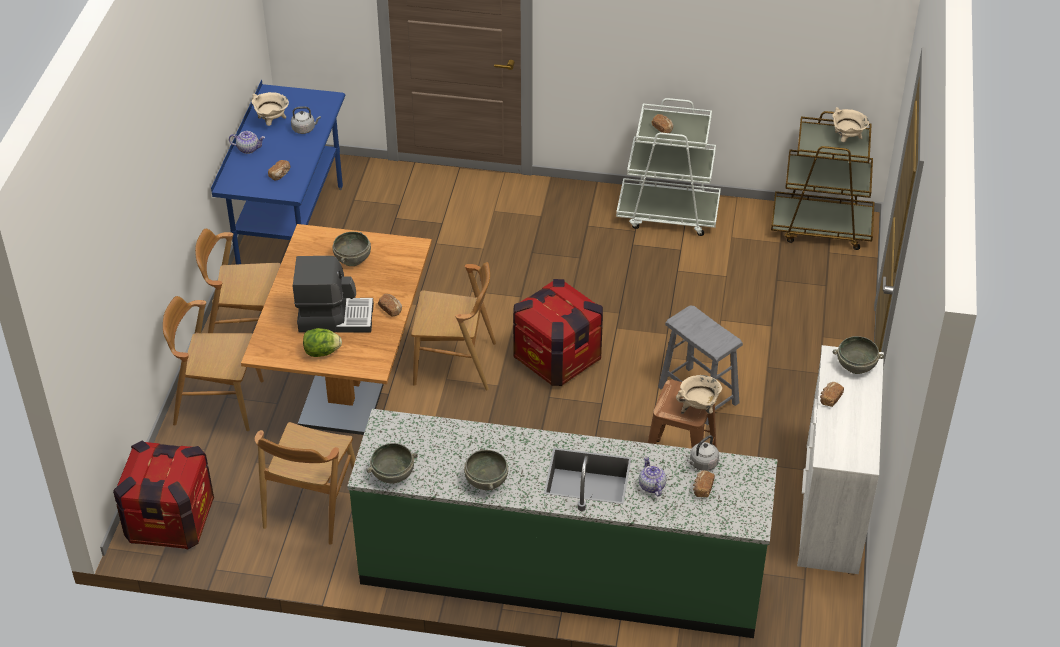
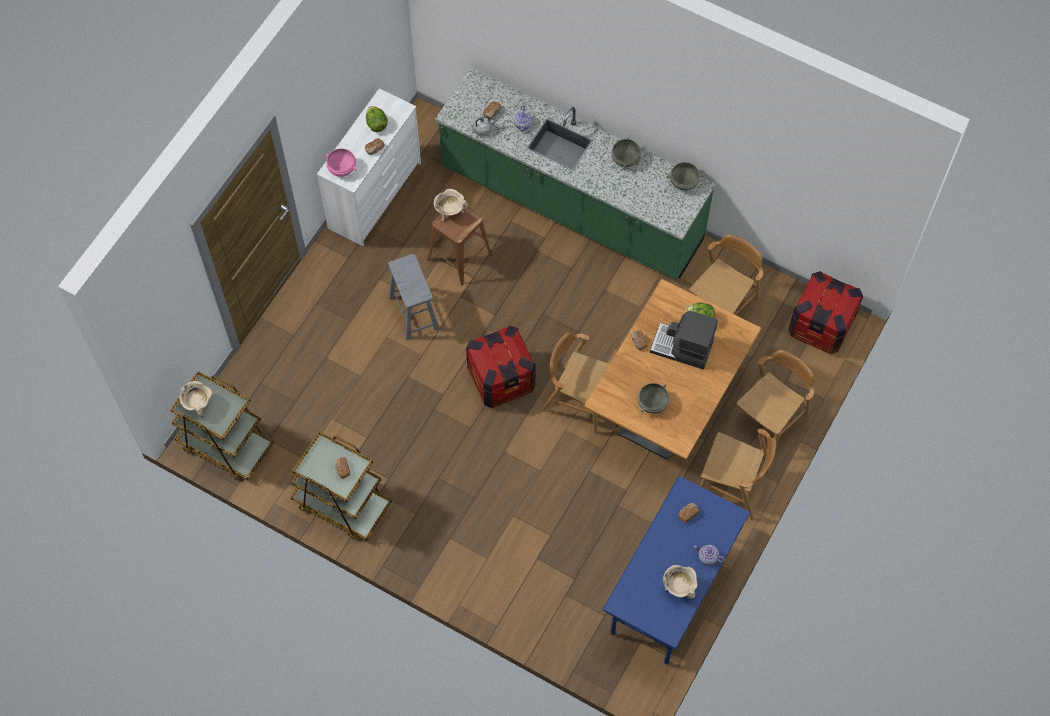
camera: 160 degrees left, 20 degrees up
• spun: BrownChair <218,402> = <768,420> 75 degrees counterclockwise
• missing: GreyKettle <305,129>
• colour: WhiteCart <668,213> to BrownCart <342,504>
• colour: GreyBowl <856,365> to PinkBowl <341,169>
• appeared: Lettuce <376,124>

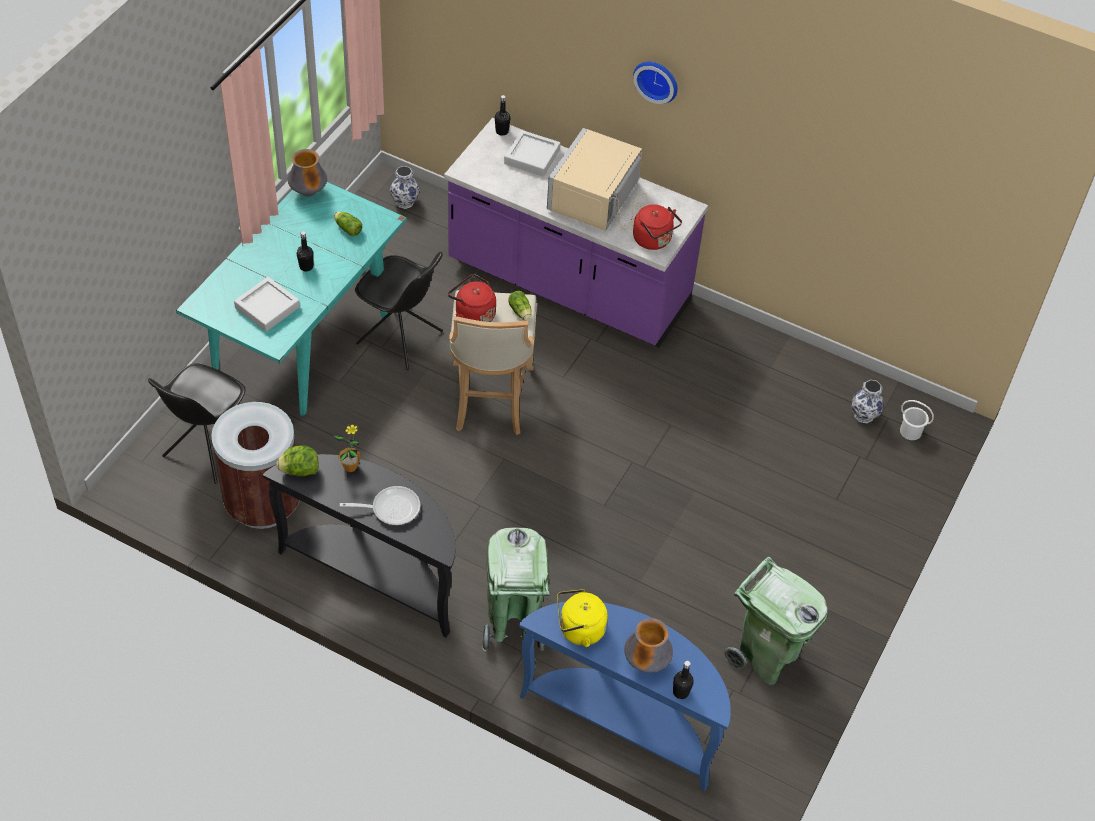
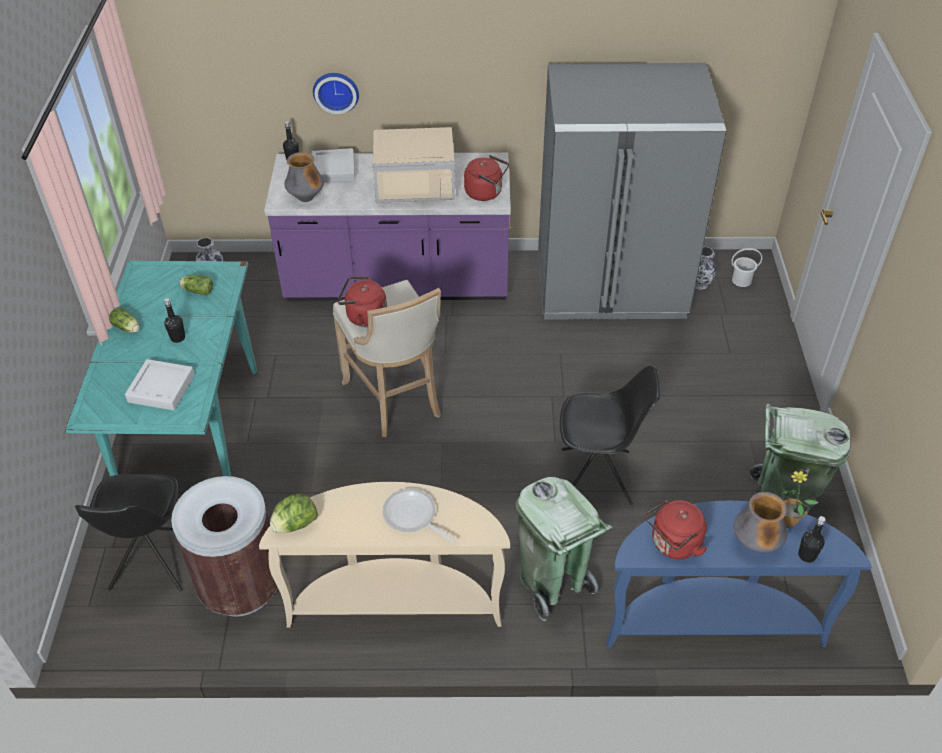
camera: 25 degrees left, 5 degrees down
• colour: BlackConsoleTable <375,575> to BeigeConsoleTable <395,601>
• relocated: Vase <308,192> to <306,198>
• relocated: PottedPlant <350,466> to <789,520>
• spun: FryingPan <391,508> = <413,517> 105 degrees counterclockwise
• relocated: BlackChair <401,338> to <598,477>
• relocated: Lettuce <521,312> to <127,328>
• spun: BeigeMicrowave <599,199> = <415,180> 90 degrees counterclockwise
• colour: YellowKettle <579,630> to RedKettle <673,544>
• relocated: WallClock <657,80> to <336,91>
• appeared: GreyFridge <611,286>

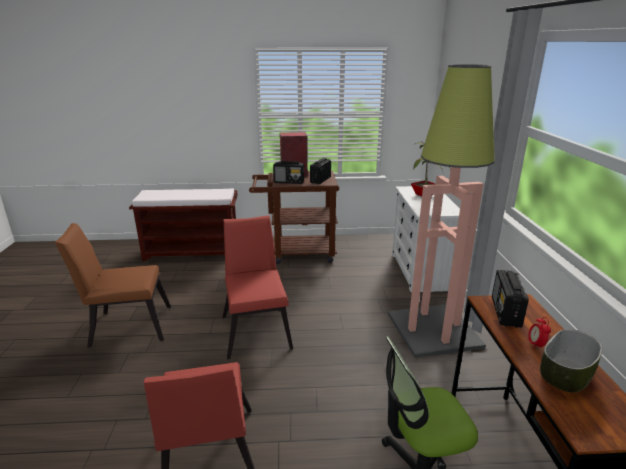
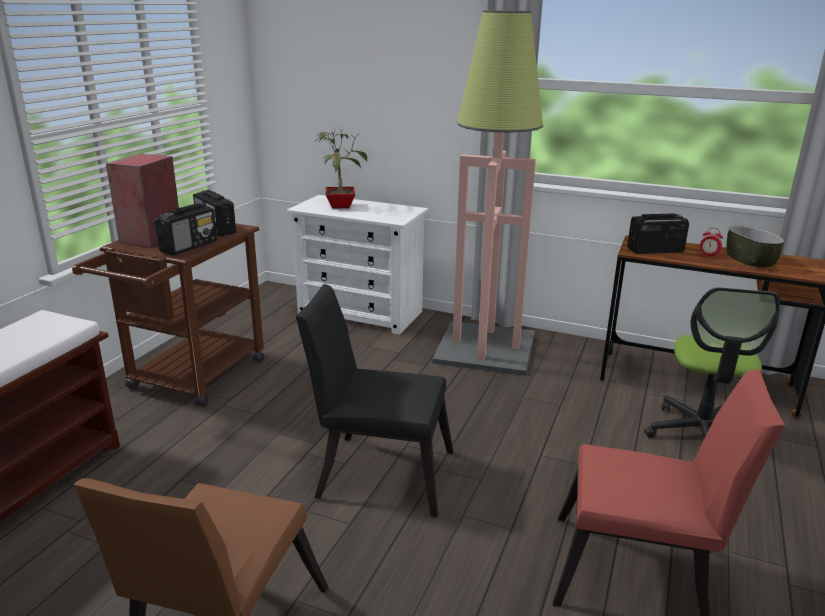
camera: 65 degrees left, 0 degrees up
• colour: RedChair <256,328> to BlackChair <378,471>
• spun: Radio <505,312> = <654,250> 135 degrees clockwise

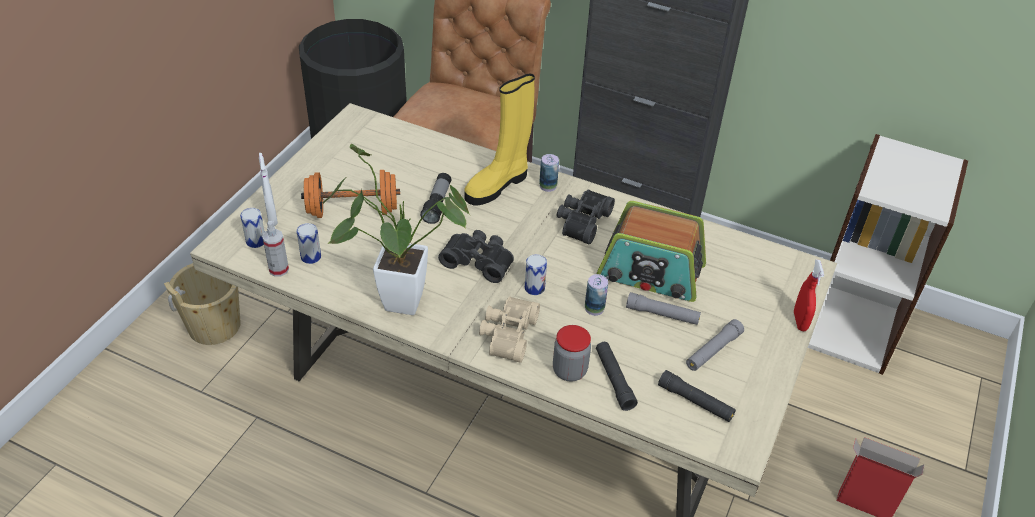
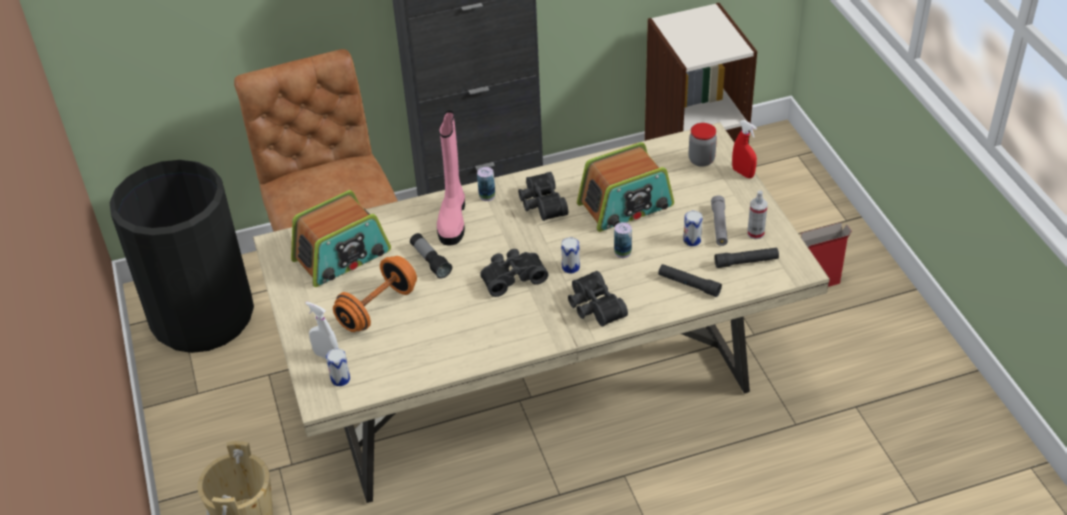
camera: 40 degrees left, 0 degrees up
• relocated: SprayBottle <278,269> to <755,233>
• relocated: Can <311,257> to <692,240>
• missing: PottedPlant <394,300>
• colour: YellowBoot <498,185> to PinkBoot <453,219>
• colour: BeigeBinoculars <507,334> to BlackBinoculars <593,307>
• relocated: Jar <569,371> to <701,160>
• missing: GreyFlashlight <662,314>
• appeared: Radio <342,256>

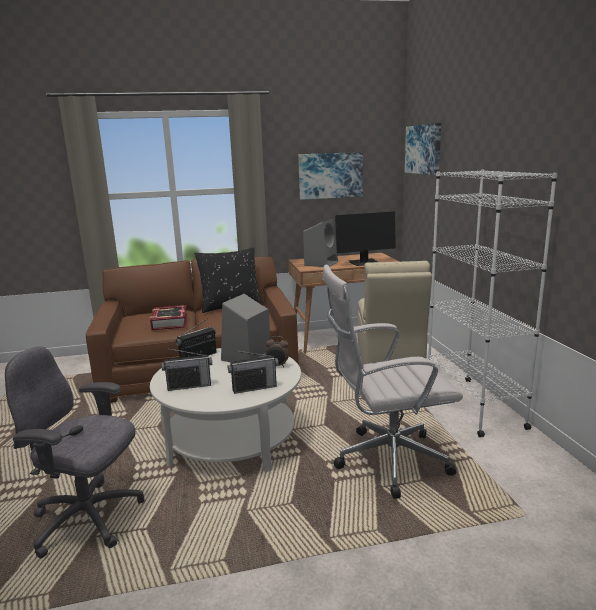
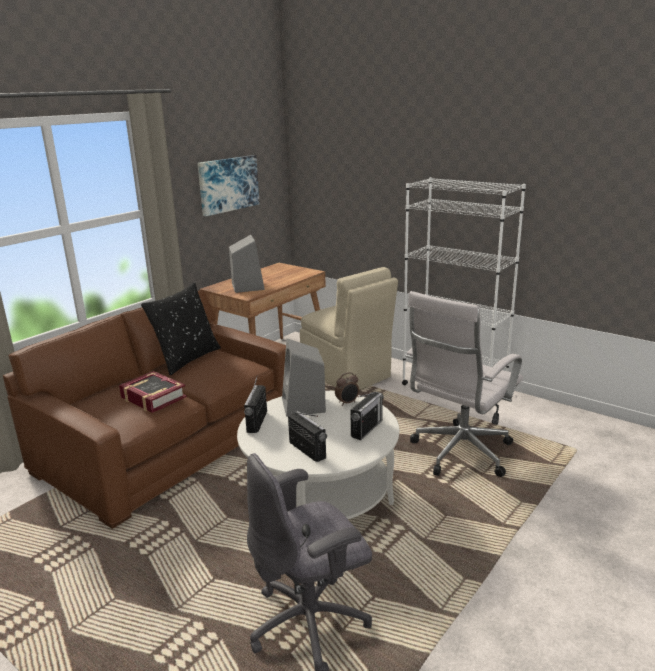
camera: 40 degrees left, 5 degrees up
• spun: Radio <189,386> = <307,450> 75 degrees counterclockwise
• missing: Monitor <364,263>
• missing: Picture <424,149>

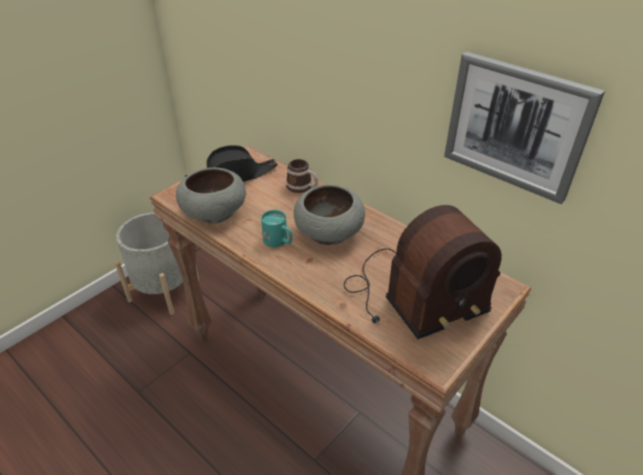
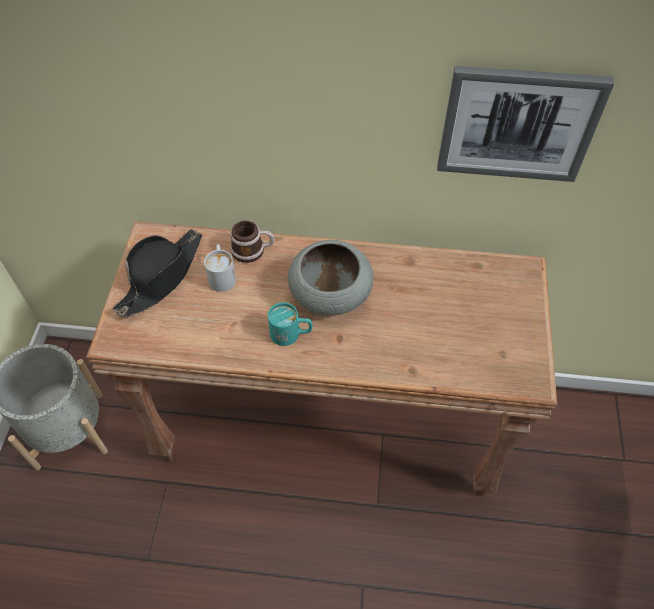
camera: 35 degrees left, 15 degrees up
• missing: GreyBowl <214,212>
• missing: Radio <412,296>
• appeared: WhiteMug <222,275>

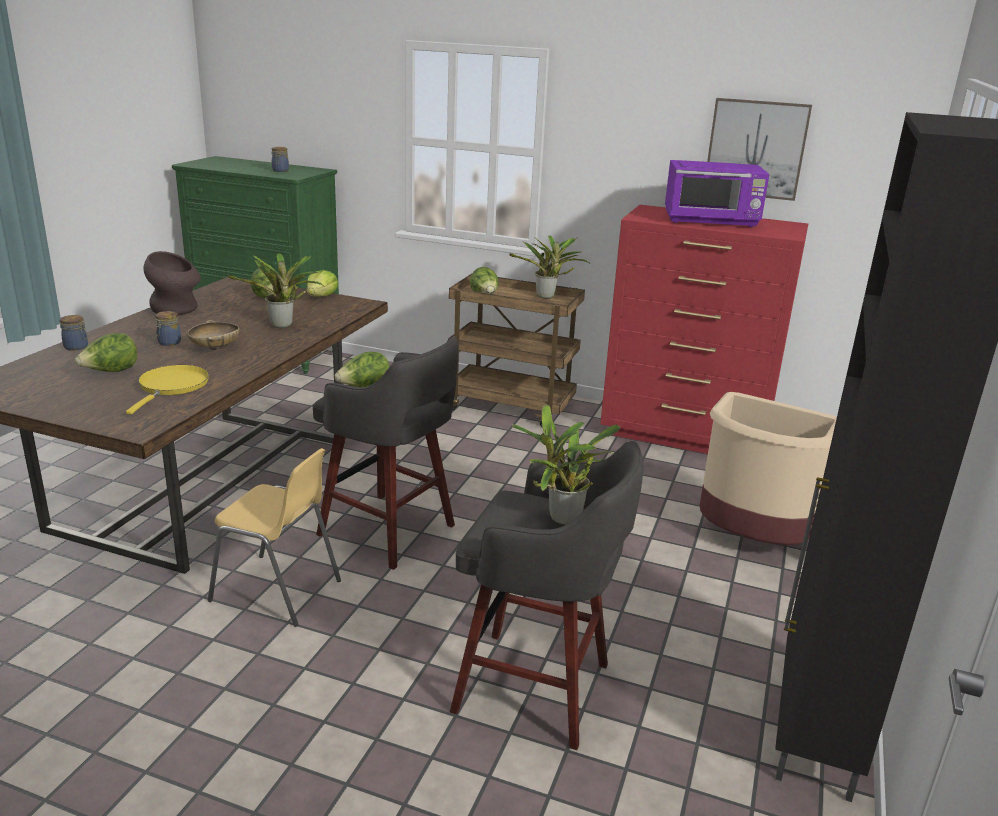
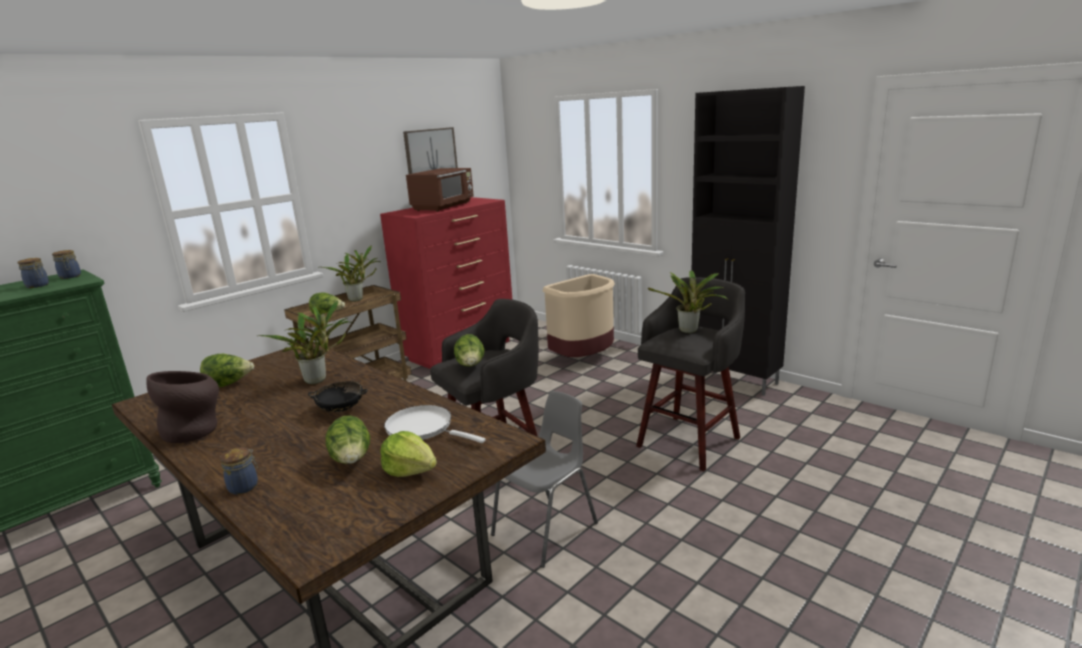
camera: 65 degrees left, 5 degrees down
• colour: YellowFryingPan <172,387> to WhiteFryingPan <423,428>
• relocated: Jar <168,343> to <70,277>
• colour: BeigeBowl <215,348> to BlackBowl <341,409>
• colour: YellowChair <277,591> to GreyChair <546,529>
• relocated: Lettuce <321,296> to <410,470>
• colour: PurpleMicrowave <711,221> to BrownMicrowave <444,206>

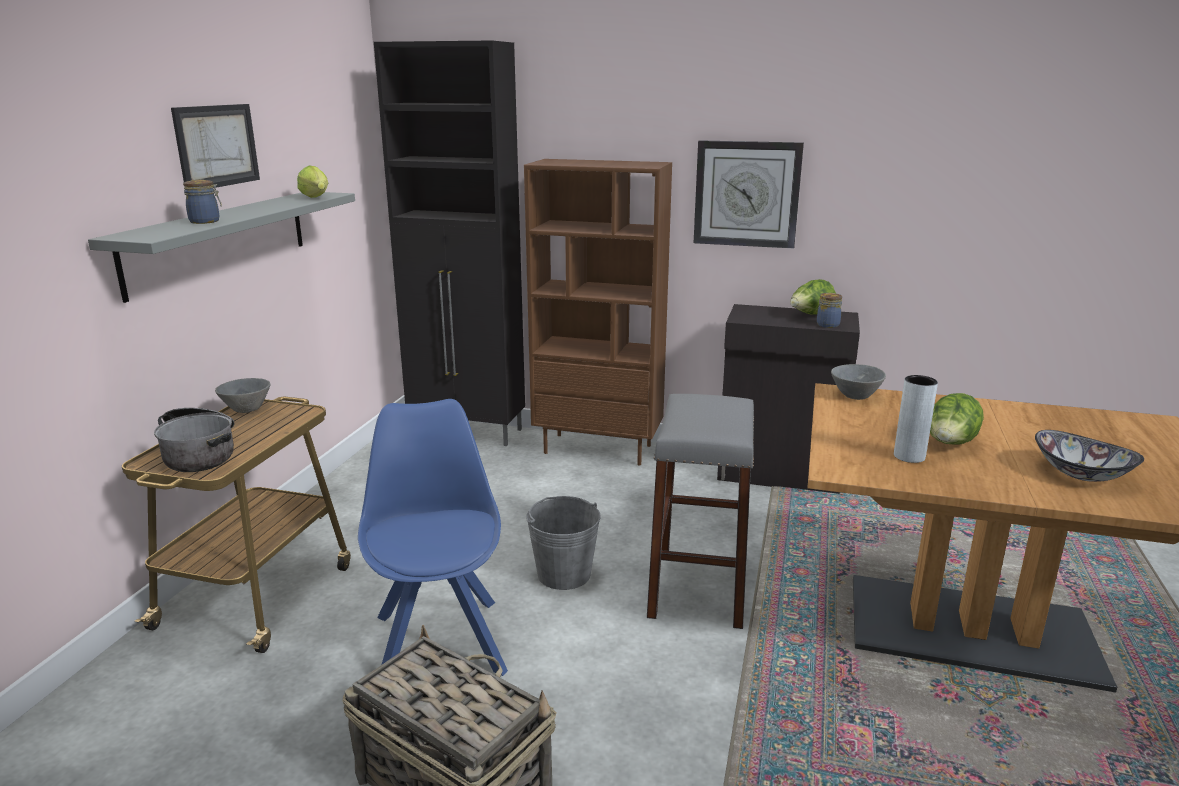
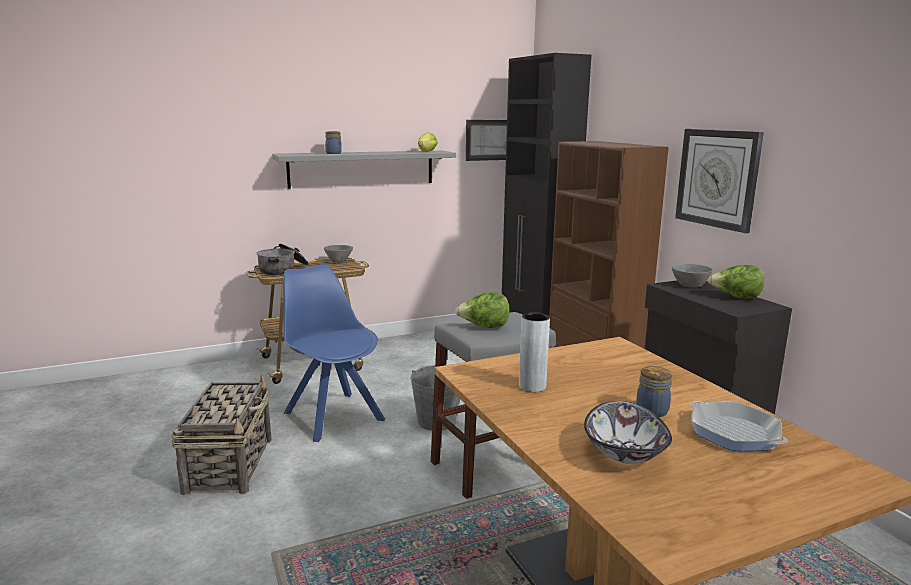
camera: 50 degrees right, 5 degrees down
• relocated: Picture <217,146> to <490,140>
• spun: BlueChair <439,640> = <332,415> 75 degrees counterclockwise
• relocated: Jar <827,324> to <652,410>
• relocated: GreyBowl <854,395> to <689,285>
• relocated: Lettuce <950,445> to <484,327>
• appeared: FryingPan <734,433>

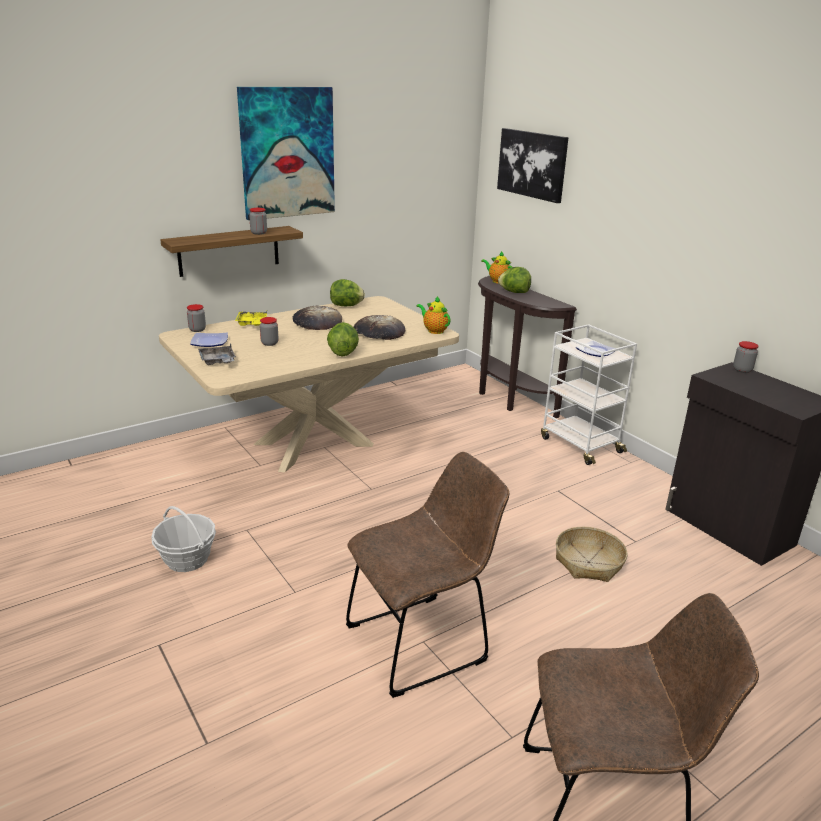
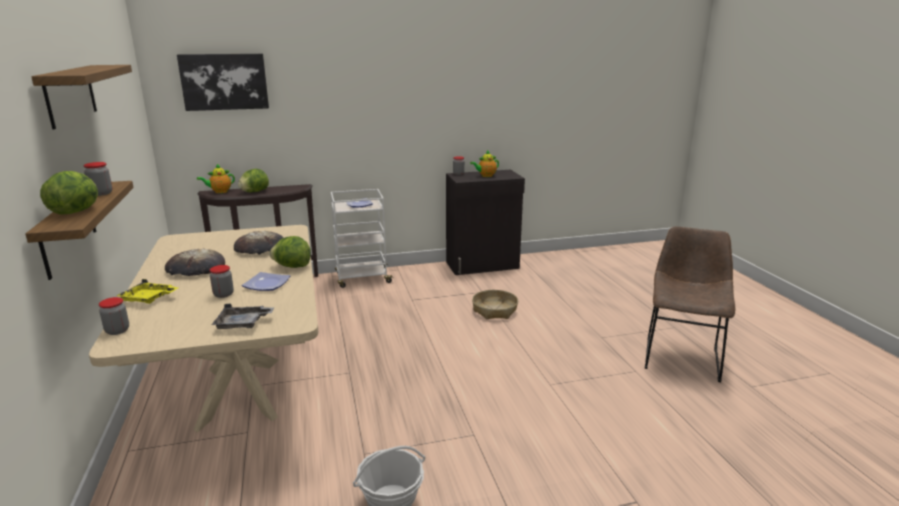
camera: 70 degrees left, 5 degrees down
• relocated: Plate <209,342> to <267,285>
• exchanged: Picture <287,153> to Shelf <70,95>
• relocated: Lettuce <346,306> to <76,211>
• missing: BrownChair <422,641>
• relocated: Teapot <434,330> to <485,176>

